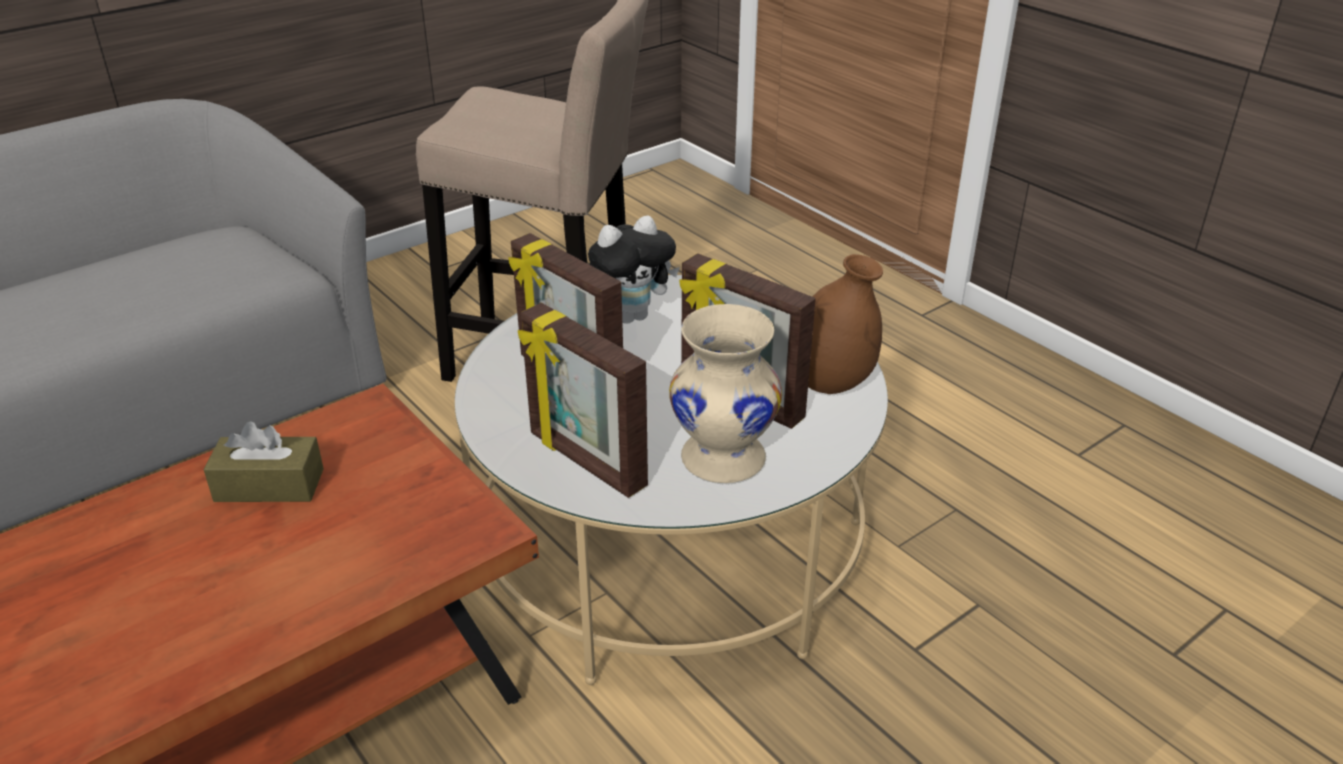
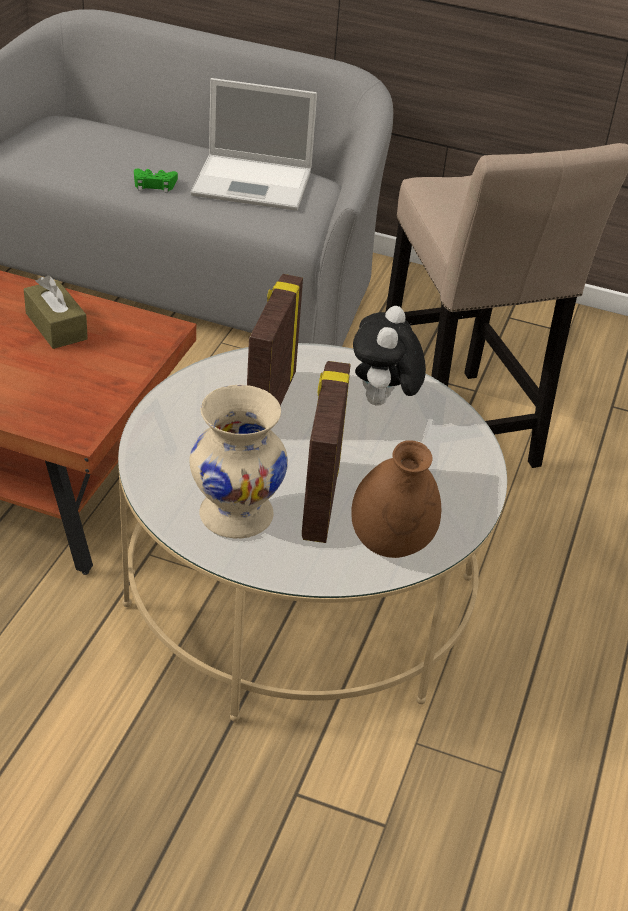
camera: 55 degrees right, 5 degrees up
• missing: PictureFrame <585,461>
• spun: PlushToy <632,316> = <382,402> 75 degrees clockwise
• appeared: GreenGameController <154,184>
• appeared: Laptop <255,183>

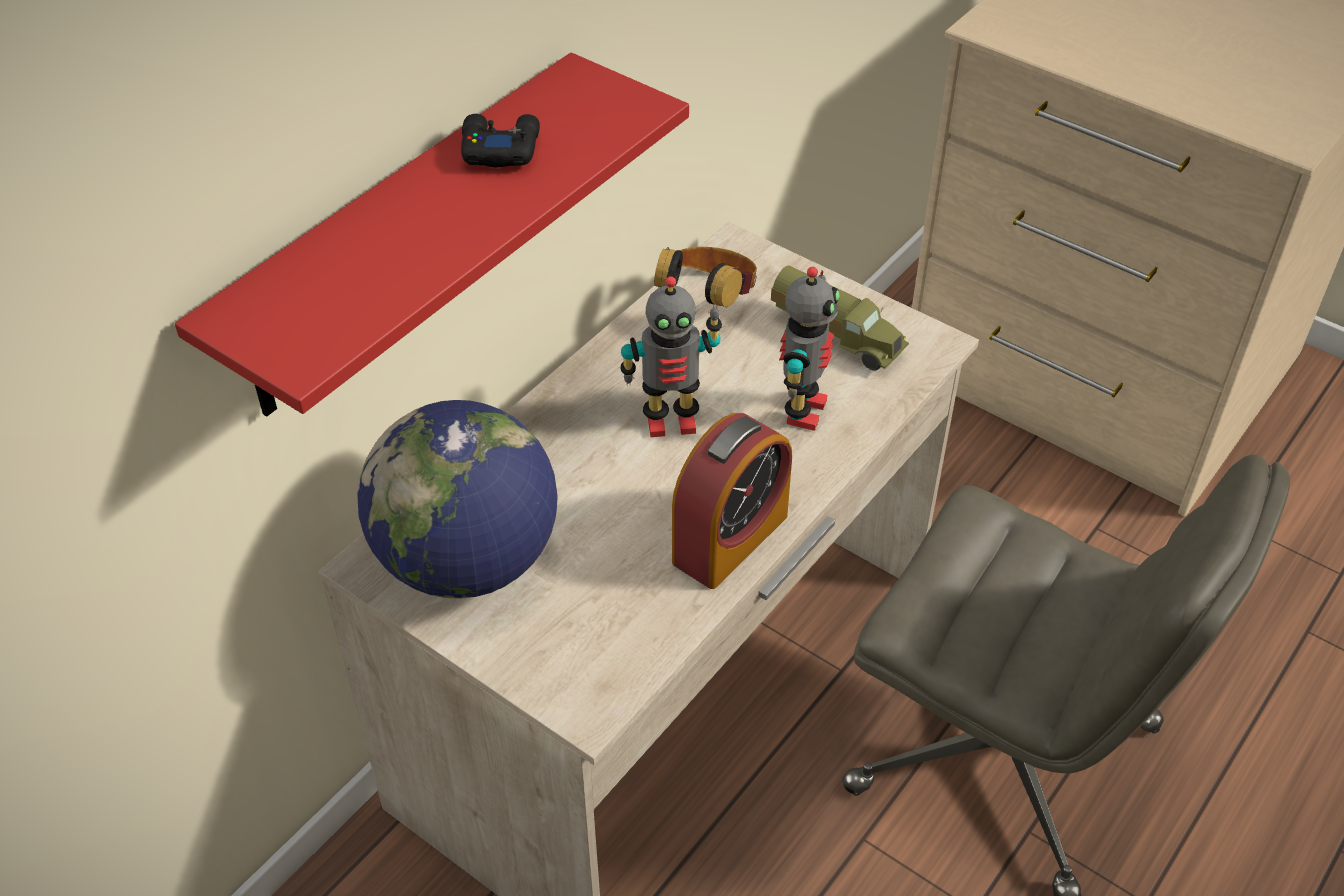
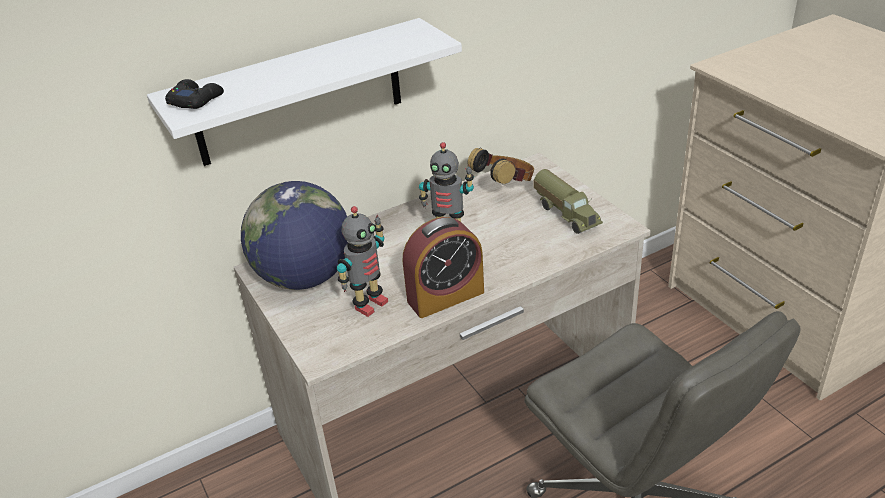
camera: 25 degrees right, 10 degrees down
• colour: RedShelf <402,239> to WhiteShelf <299,93>
• relocated: BlackGameController <500,148> to <195,100>
• relocated: ToyRobot <802,410> to <369,304>

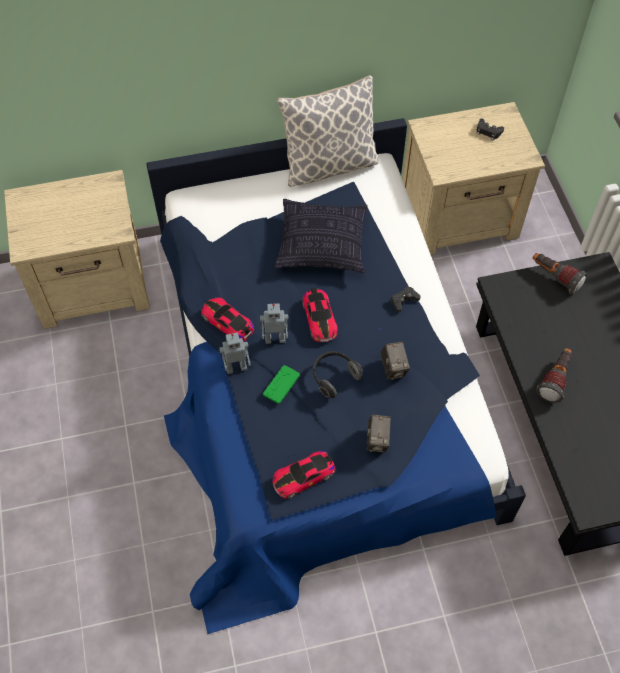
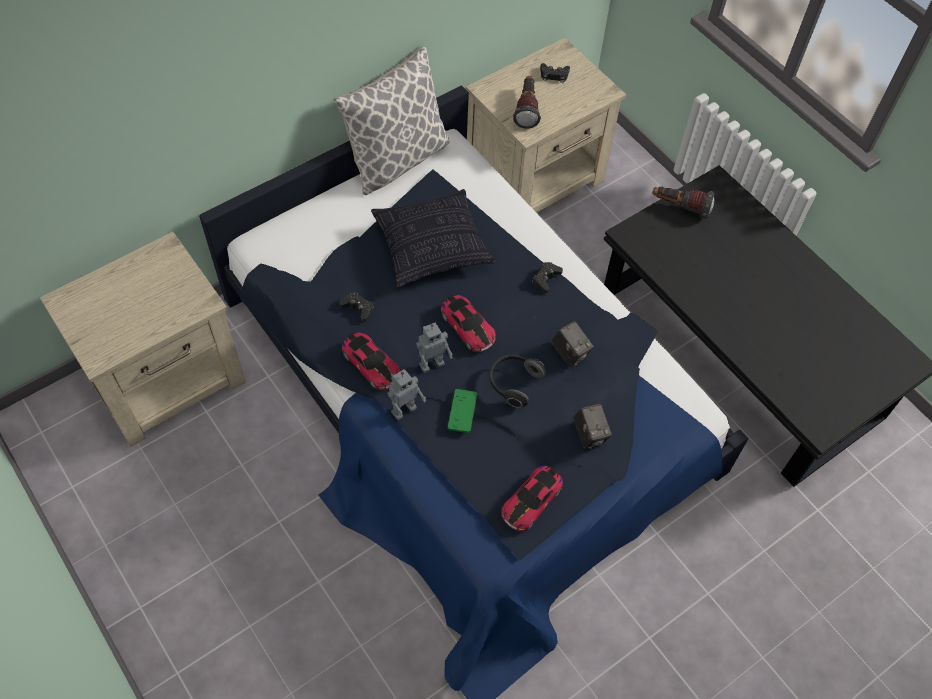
camera: 25 degrees left, 0 degrees up
• spun: ToyCar <227,322> = <371,364> 150 degrees counterclockwise
• relocated: Flashlight <555,379> to <526,109>
• appeared: BlackGameController <358,308>

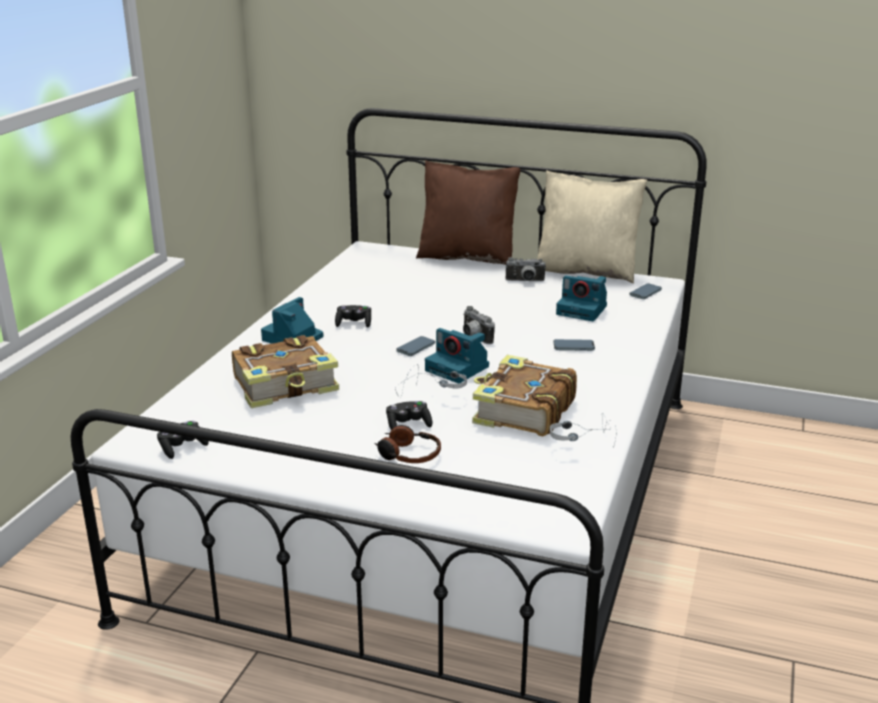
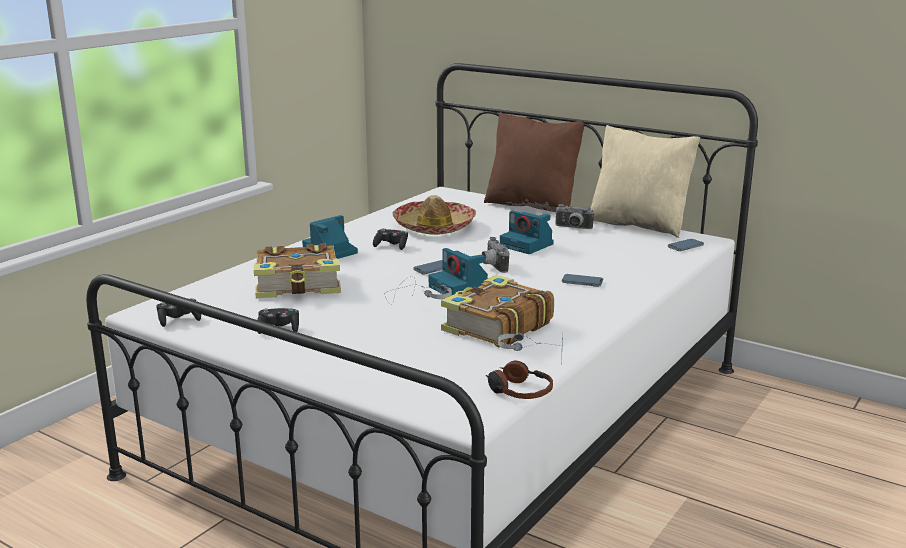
camera: 15 degrees right, 5 degrees down
• relocated: Headphones <408,454> to <519,391>
• relocated: BlackGameController <408,425> to <279,330>
• relocated: PhotoCamera <583,310> to <527,245>
• appeared: Hat <434,227>

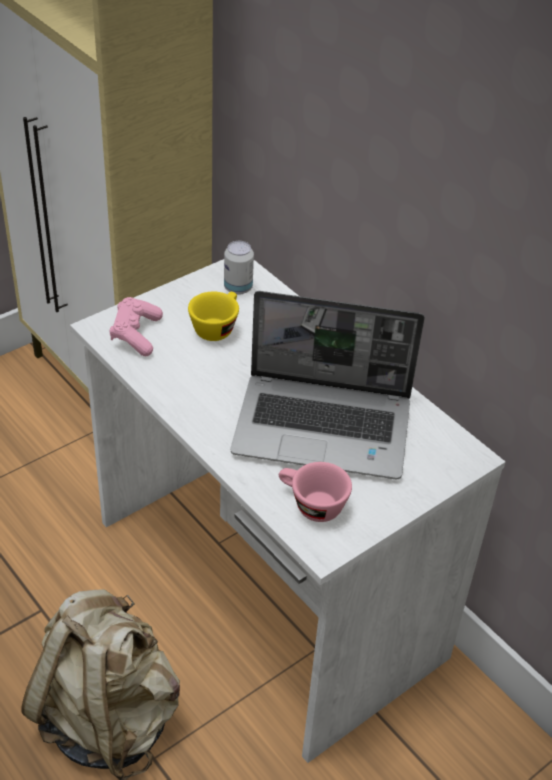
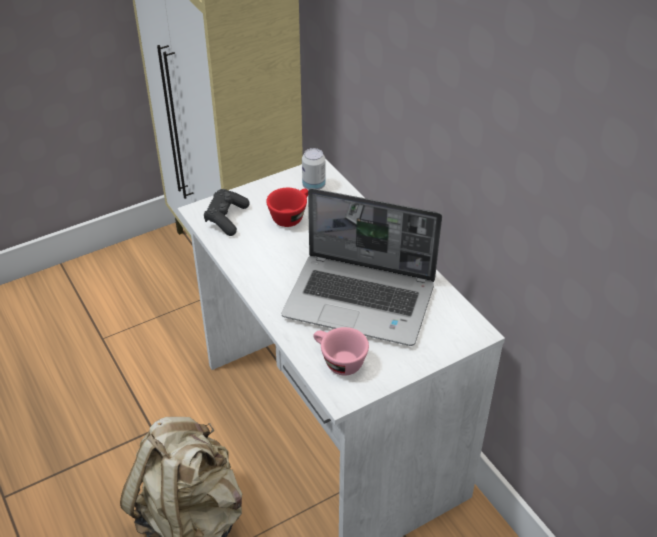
camera: 10 degrees right, 0 degrees up
• colour: PinkGameController <136,335> to BlackGameController <226,219>
• colour: YellowCup <216,327> to RedCup <290,216>

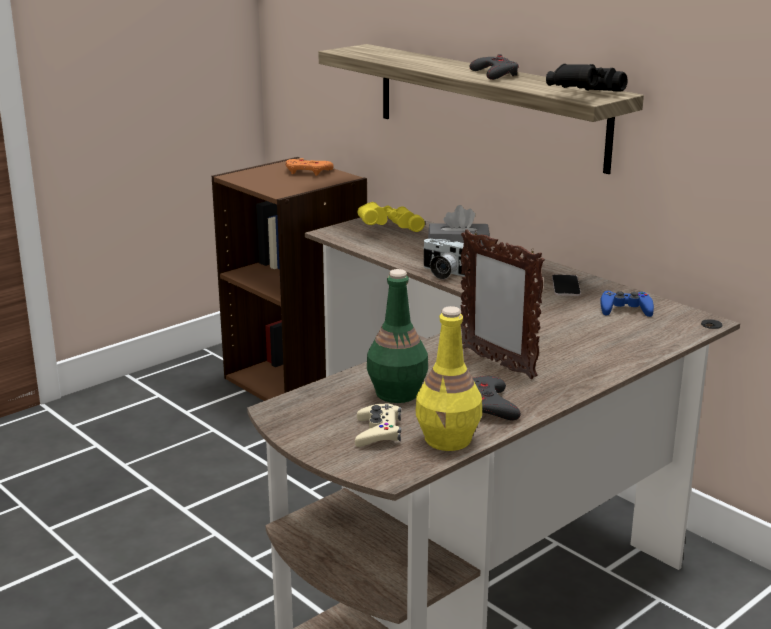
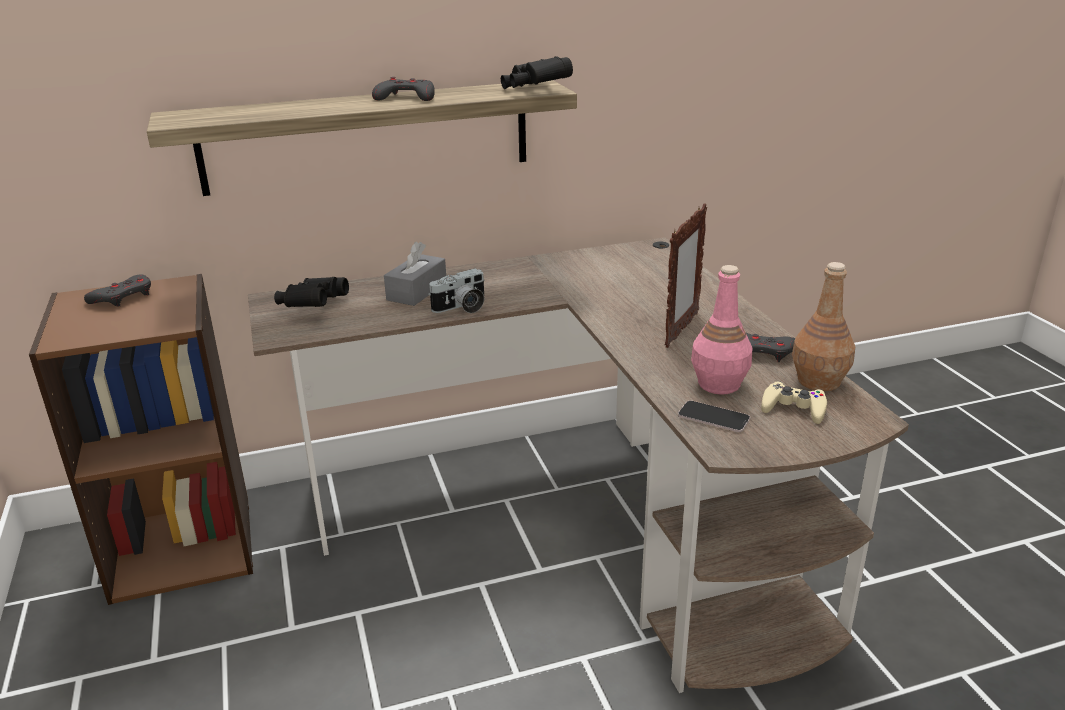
camera: 65 degrees left, 5 degrees up
• colour: OrangeGameController <308,171> to GreyGameController <123,297>
• colour: YellowBinoculars <389,229> to BlackBinoculars <312,306>
• colour: GreenBottle <396,393> to PinkBottle <719,384>
• colour: YellowBottle <449,439> to BrownBottle <819,381>
• spun: PictureFrame <497,363> = <681,330> 45 degrees counterclockwise
• relocated: Phone <566,286> to <713,417>
• missing: BlueGameController <625,309>

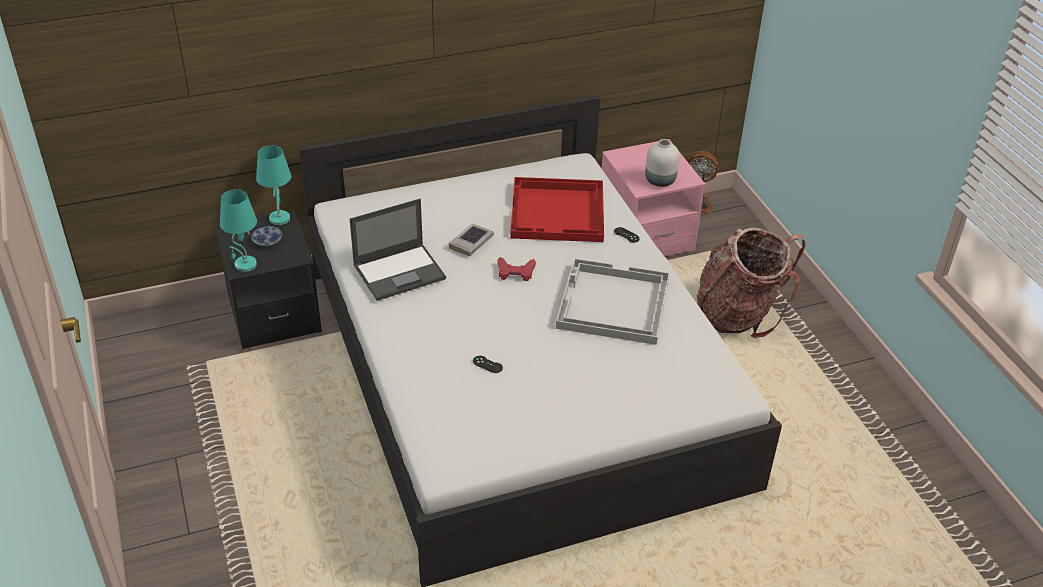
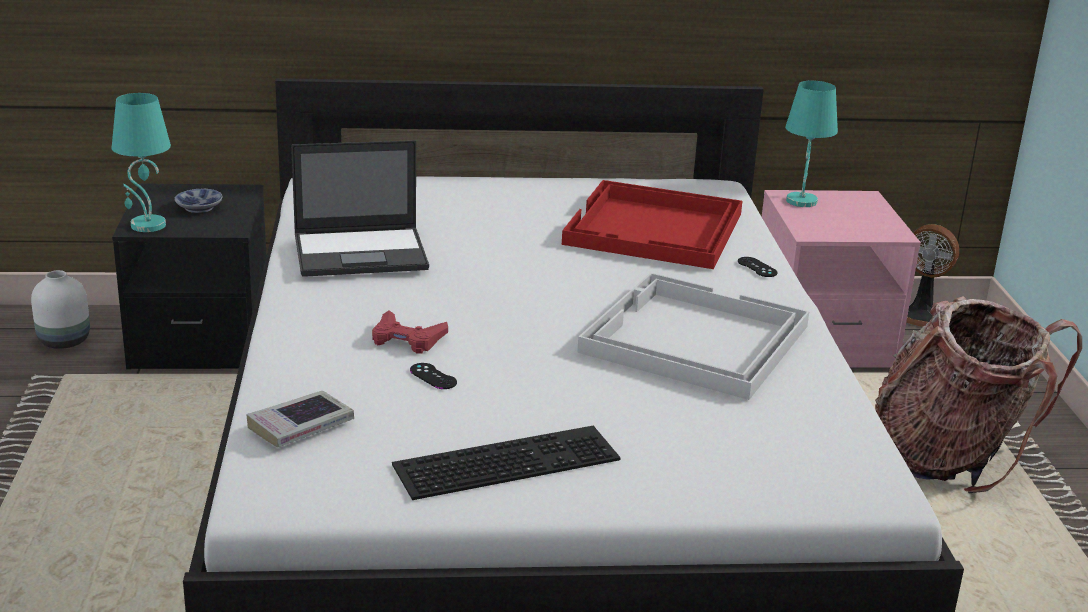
camera: 15 degrees right, 15 degrees down
• relocated: TurquoiseTableLamp <279,218> to <801,201>
• relocated: Book <471,243> to <301,426>
• relocated: RedGameController <515,272> to <407,339>
• relocated: WhiteVase <659,180> to <64,340>
• appeared: Keyboard <507,459>

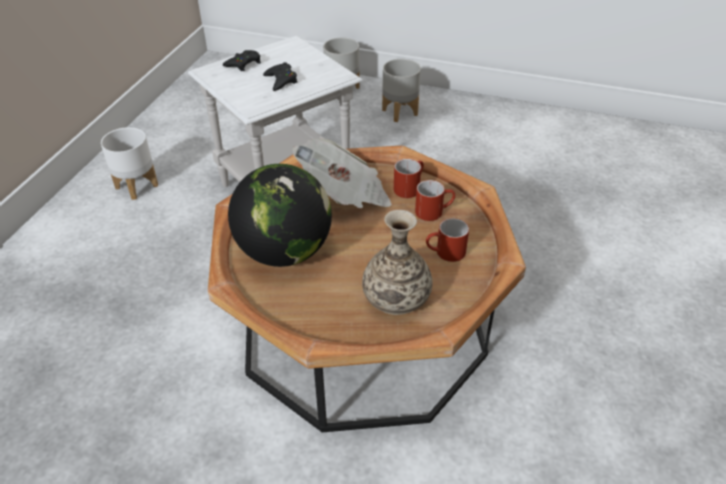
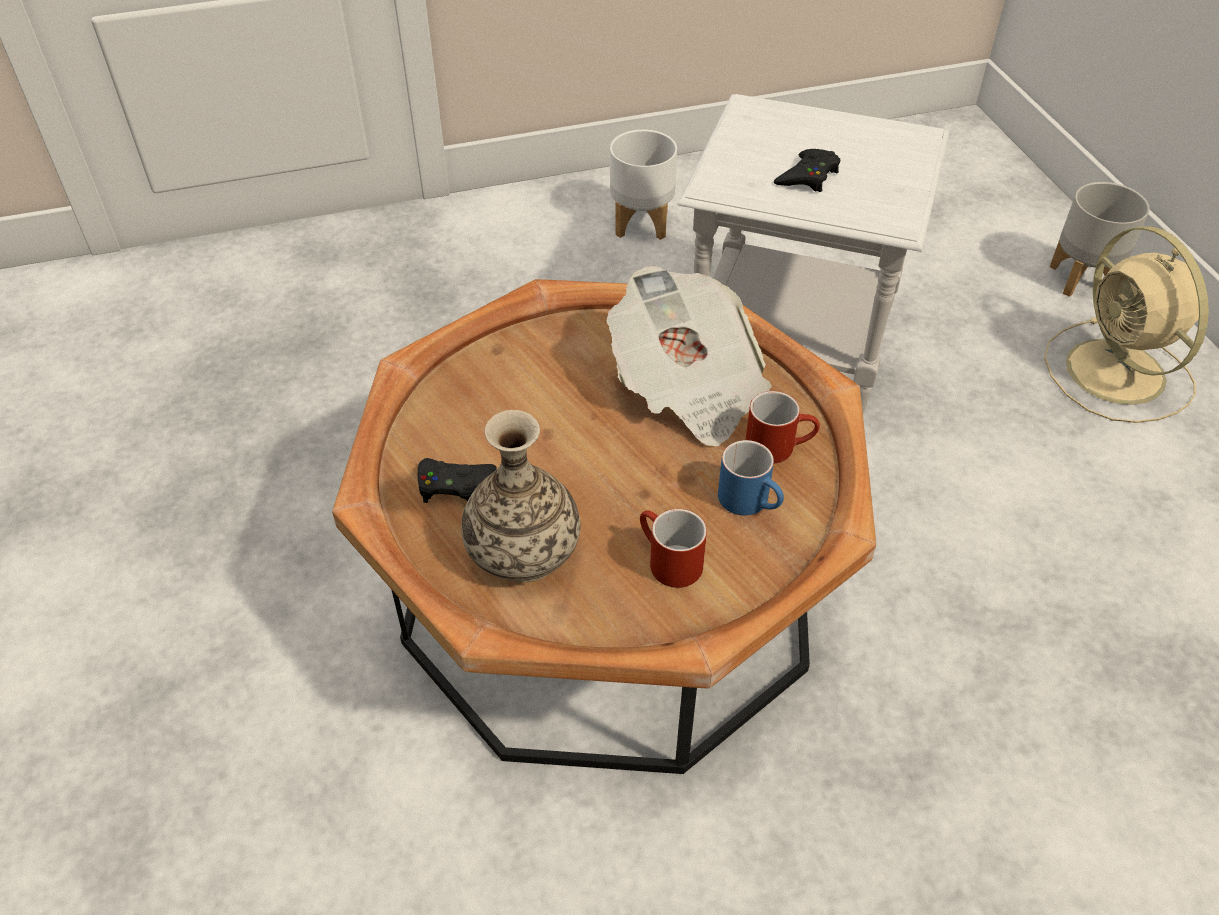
camera: 55 degrees right, 5 degrees up
• relocated: BlackGameController <244,64> to <454,485>
• missing: Globe <284,252>
• exchanged: GreyPlanter <400,112> to BeigeFan <1118,374>
• colour: RedMug <434,211> to BlueMug <751,501>

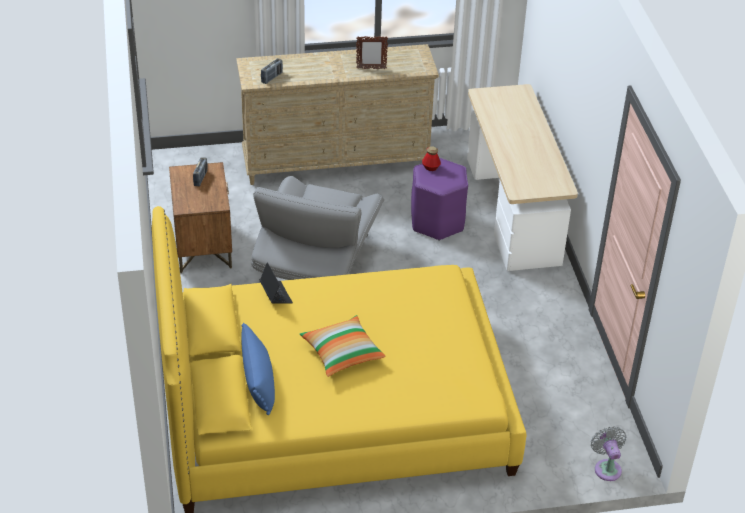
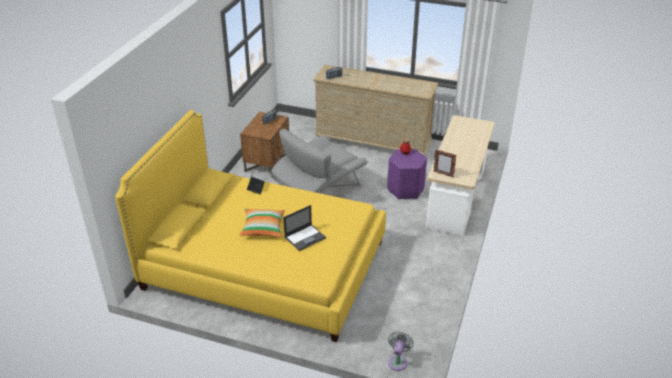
camera: 30 degrees right, 5 degrees down
• missing: BluePillow <258,381>
• relocated: PictureFrame <371,68> to <443,174>
• appeared: Laptop <305,237>

